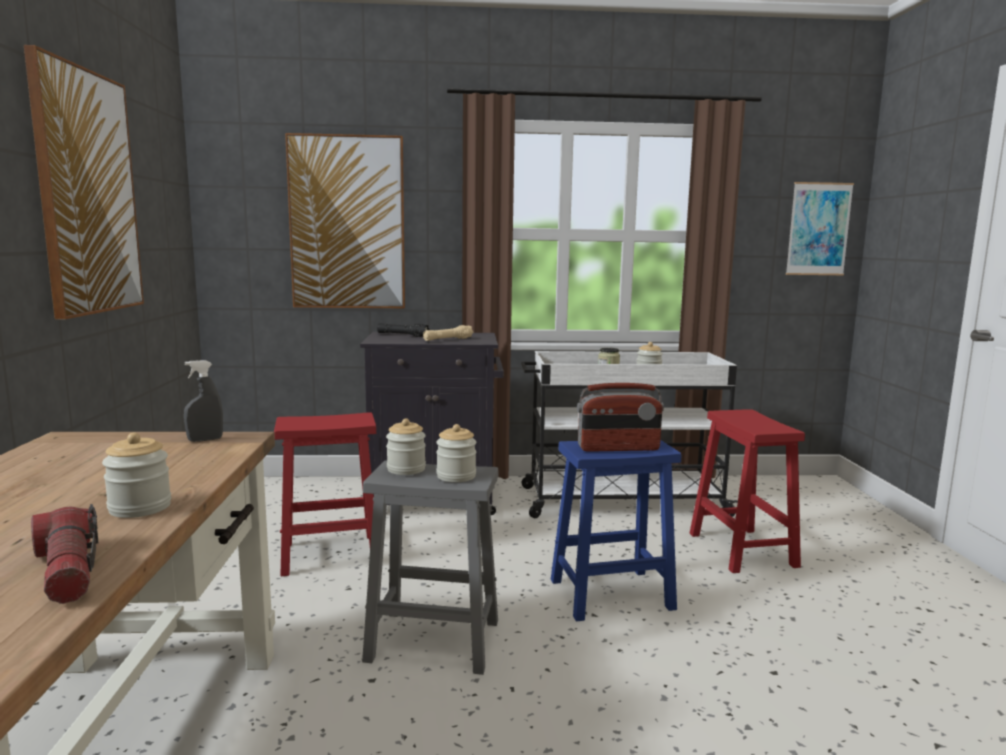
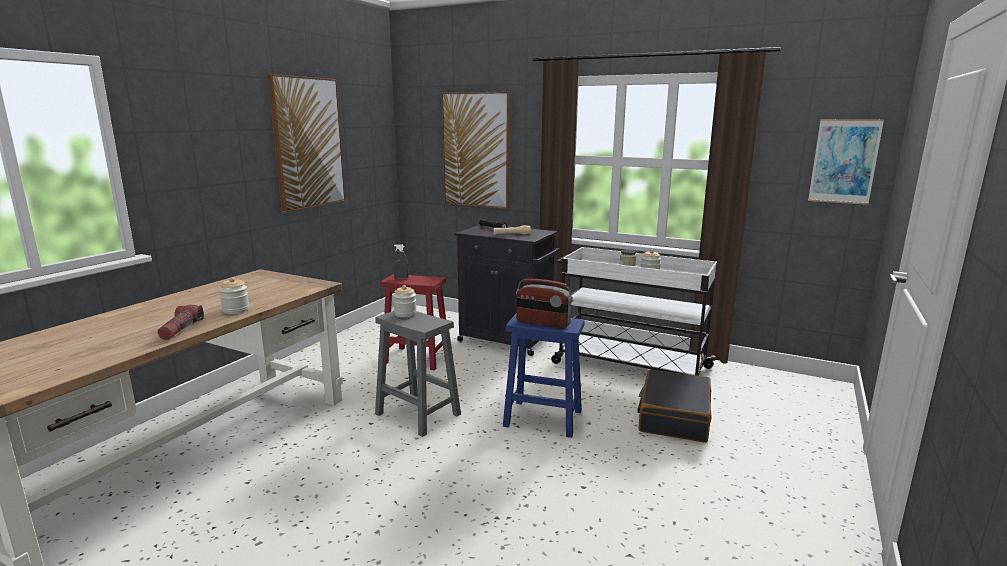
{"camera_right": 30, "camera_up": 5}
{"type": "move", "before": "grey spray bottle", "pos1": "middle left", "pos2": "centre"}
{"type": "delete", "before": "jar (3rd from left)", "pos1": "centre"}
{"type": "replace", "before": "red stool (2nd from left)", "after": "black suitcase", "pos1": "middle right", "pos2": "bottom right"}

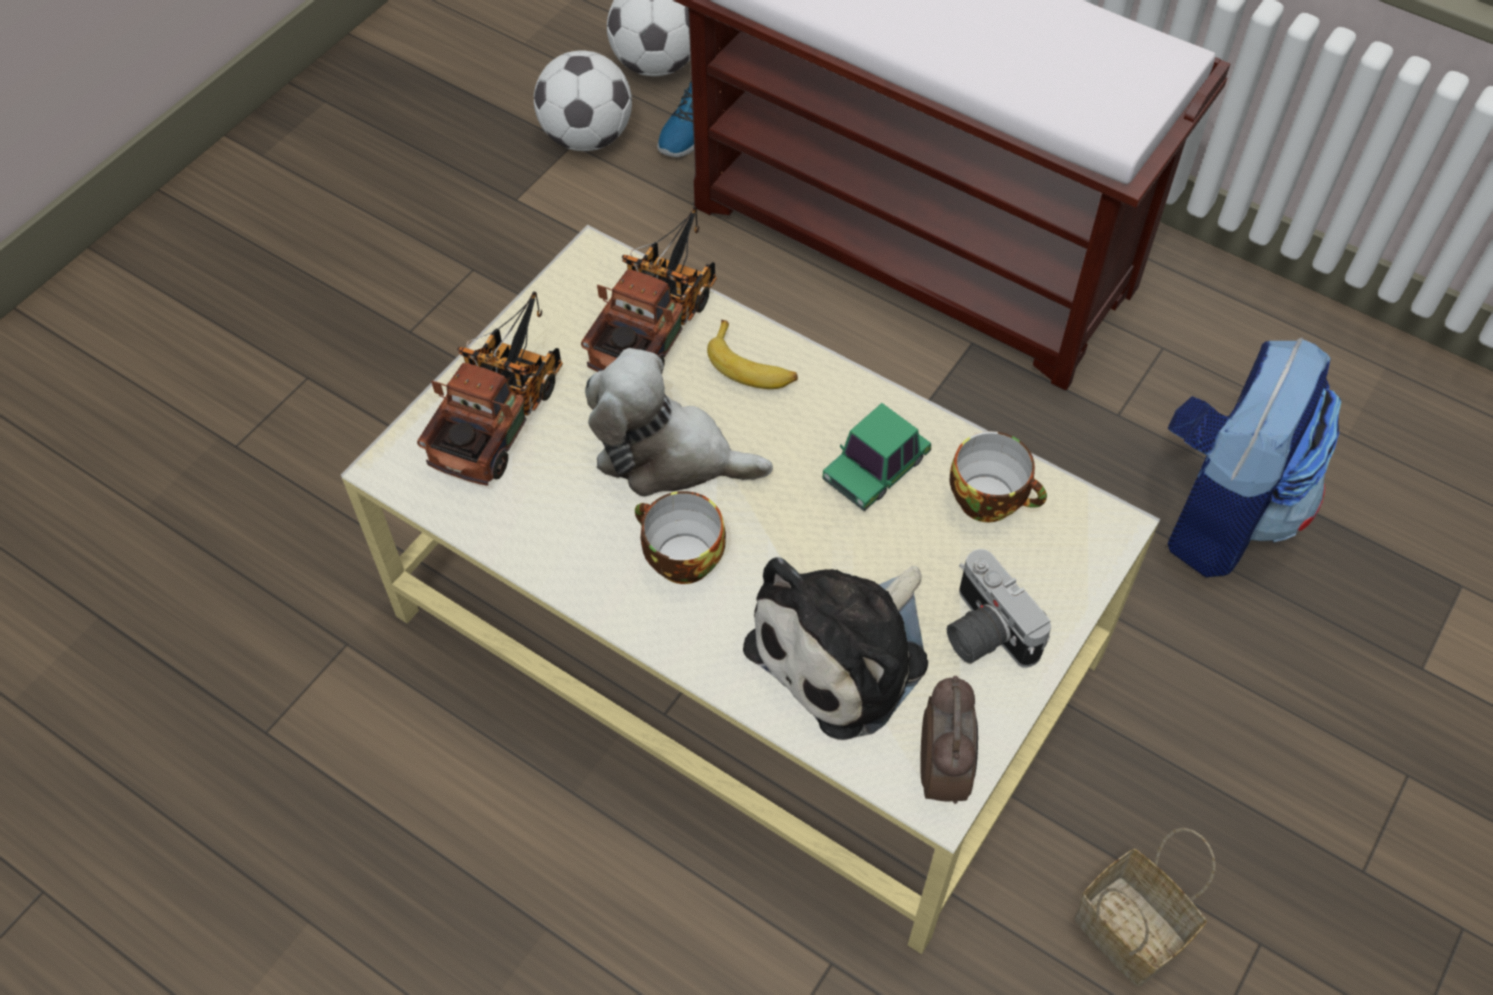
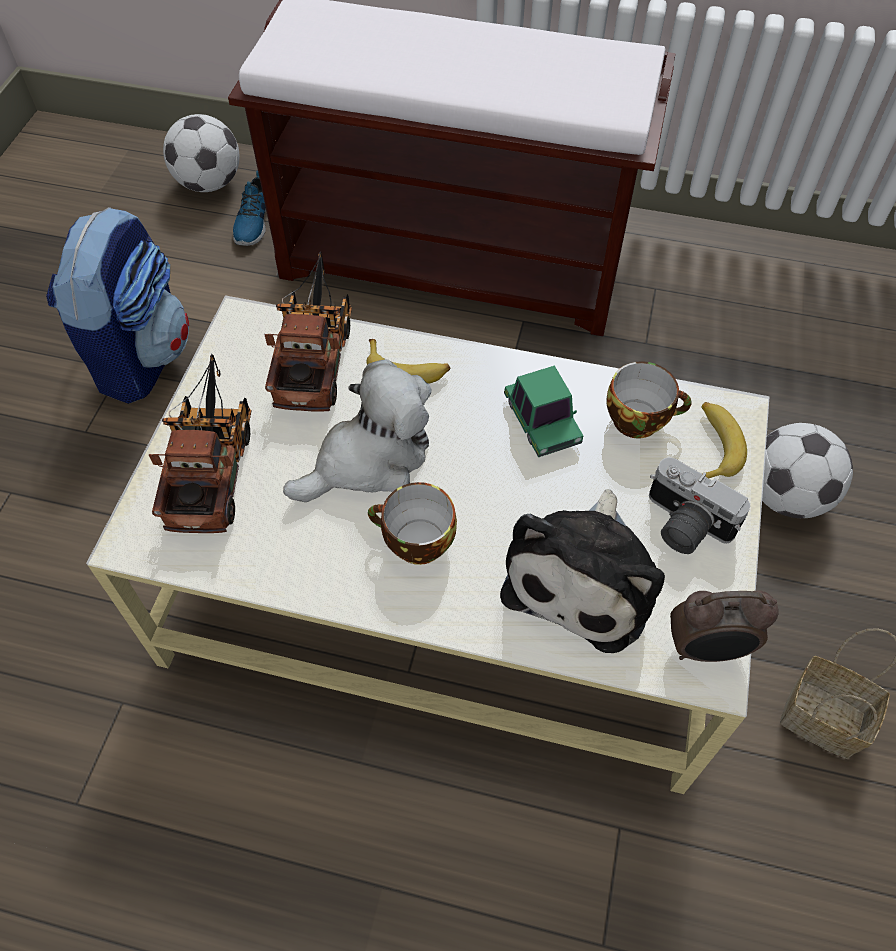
{"camera_right": -20, "camera_up": 0}
{"type": "move", "before": "football (1st from left in the first image)", "after": "football (2nd from left)", "pos1": "top centre", "pos2": "middle right"}
{"type": "rotate", "before": "plush toy (1st from left)", "pos1": "centre", "pos2": "centre", "turn": 150}
{"type": "rotate", "before": "toy car", "pos1": "centre", "pos2": "centre", "turn": -45}
{"type": "rotate", "before": "alarm clock", "pos1": "bottom centre", "pos2": "middle right", "turn": 105}
{"type": "move", "before": "backpack", "pos1": "middle right", "pos2": "top left"}
{"type": "insert", "after": "banana (2nd from left)", "pos2": "middle right"}

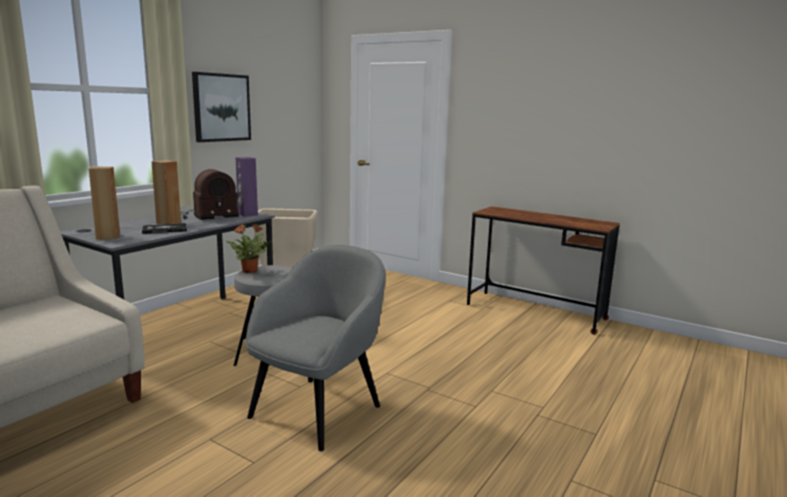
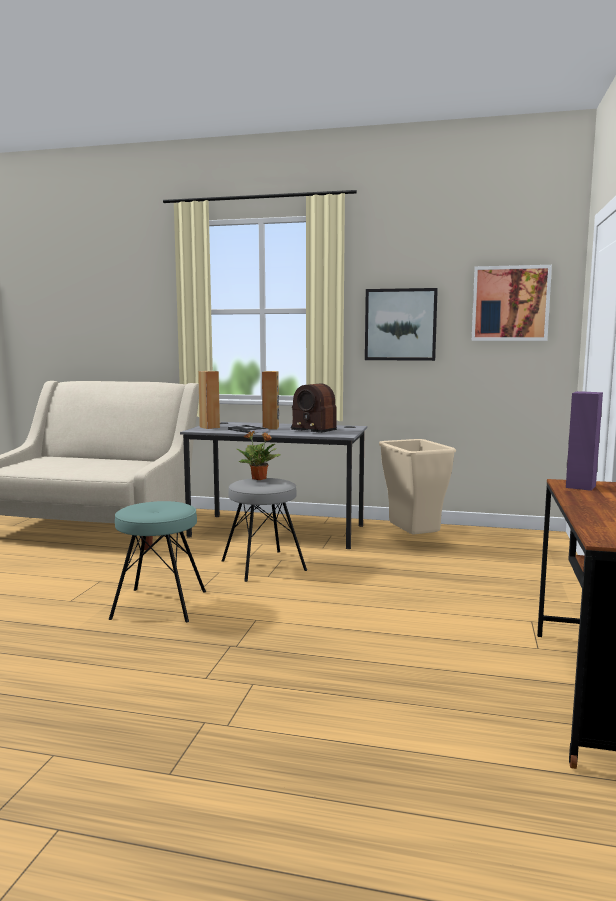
{"camera_right": 70, "camera_up": -5}
{"type": "move", "before": "purple speaker", "pos1": "middle left", "pos2": "middle right"}
{"type": "replace", "before": "grey armchair", "after": "turquoise stool", "pos1": "bottom centre", "pos2": "middle left"}
{"type": "insert", "after": "picture (2nd from left)", "pos2": "middle right"}

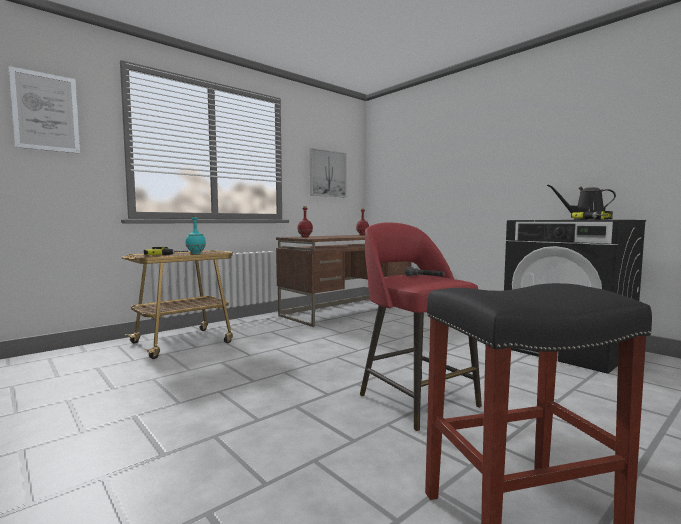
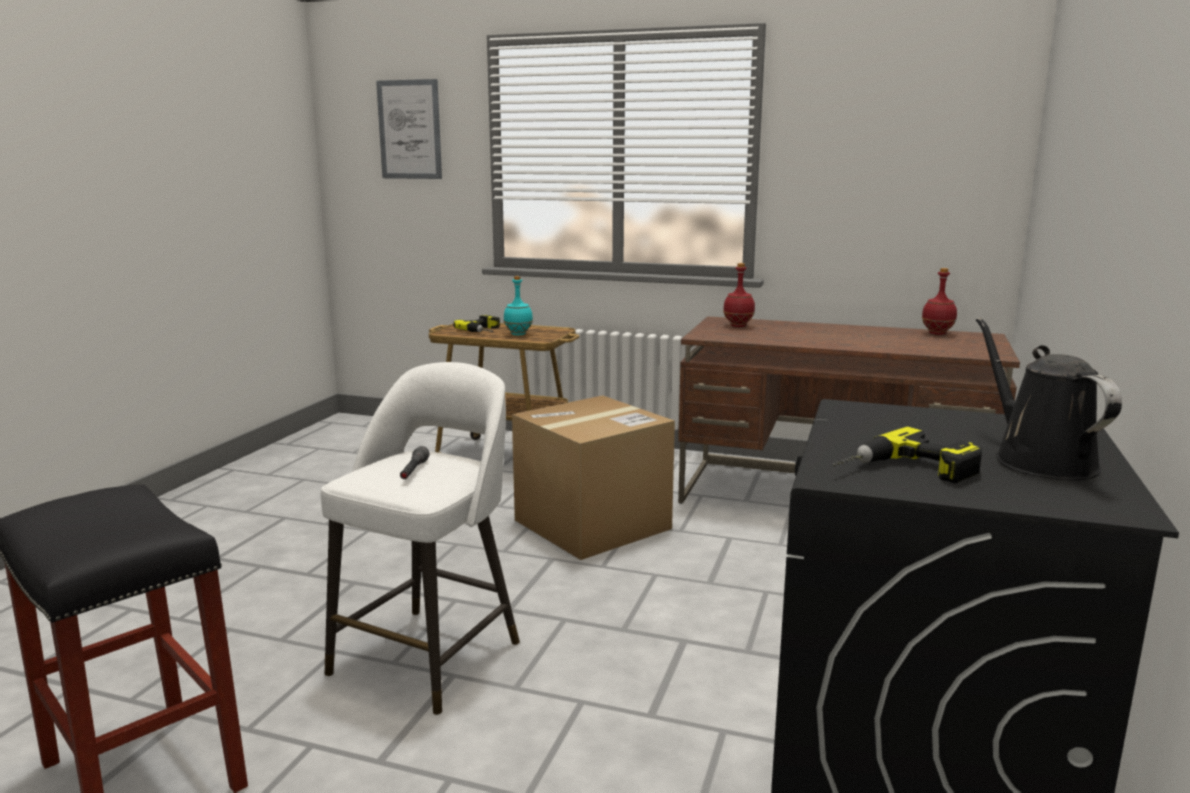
{"camera_right": 60, "camera_up": 10}
{"type": "delete", "before": "picture (2nd from left)", "pos1": "top centre"}
{"type": "recolor", "before": "red stool", "after": "white stool", "pos1": "centre", "pos2": "bottom centre"}
{"type": "insert", "after": "cardboard box", "pos2": "centre"}

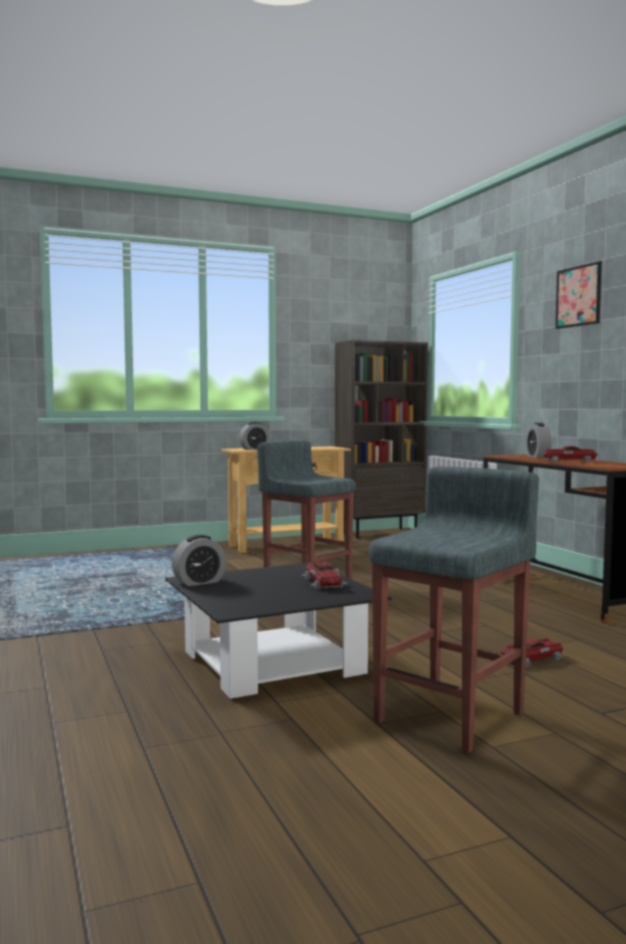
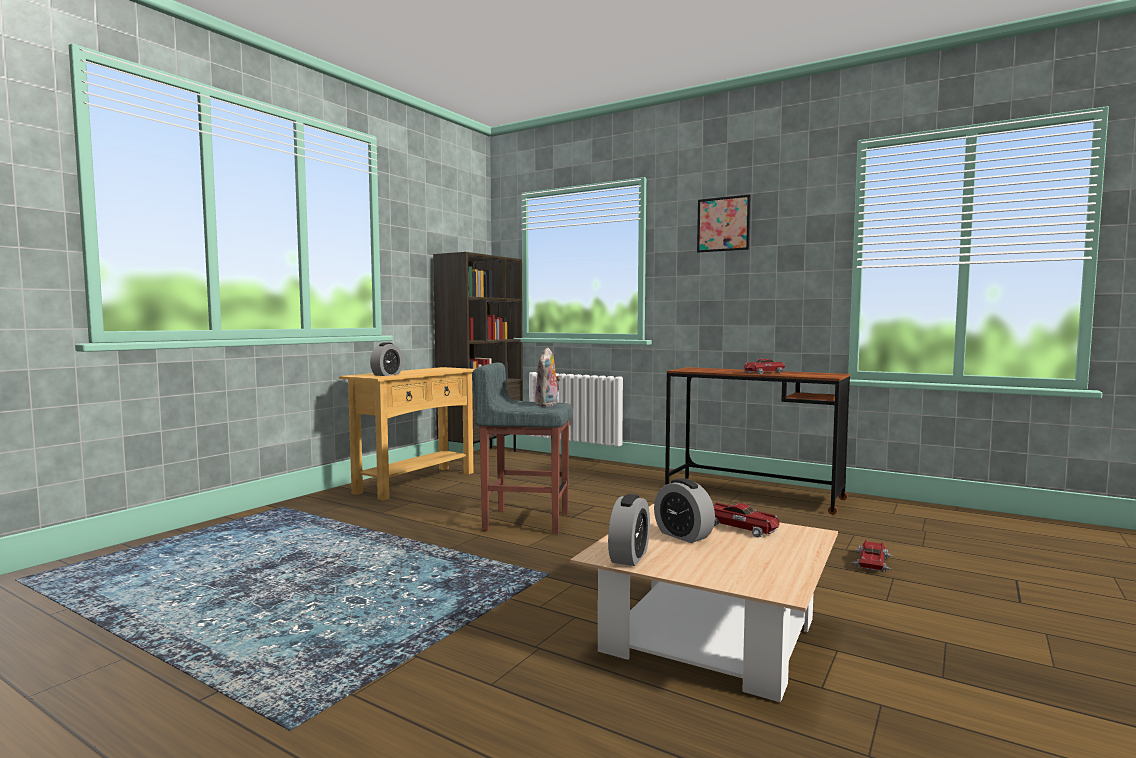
{"camera_right": -35, "camera_up": 0}
{"type": "recolor", "before": "black coffee table", "after": "beige coffee table", "pos1": "bottom centre", "pos2": "bottom centre"}
{"type": "delete", "before": "grey stool (2nd from left)", "pos1": "middle right"}
{"type": "move", "before": "alarm clock (3rd from left)", "pos1": "middle right", "pos2": "bottom centre"}
{"type": "insert", "after": "plush toy", "pos2": "centre"}

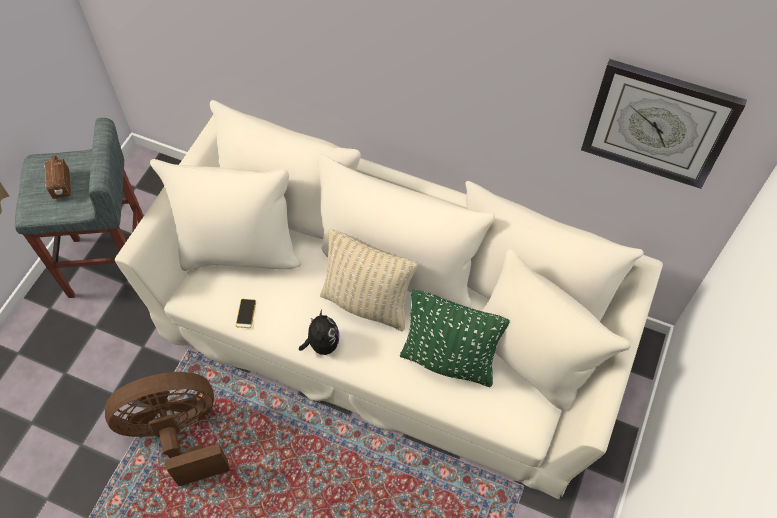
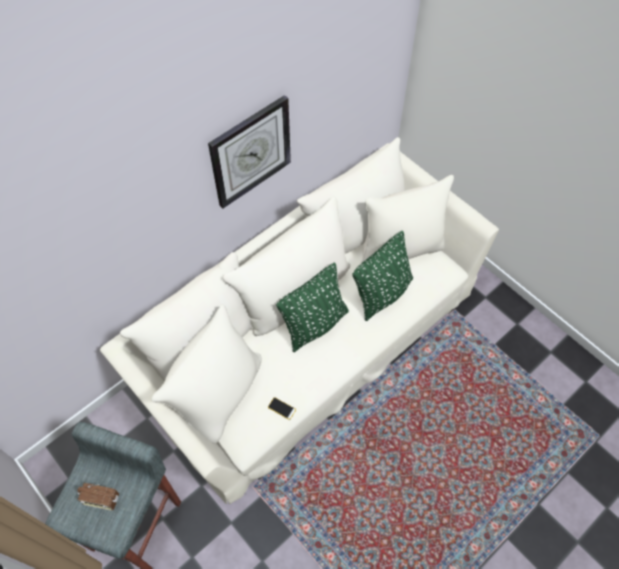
{"camera_right": -65, "camera_up": 0}
{"type": "delete", "before": "brown fan", "pos1": "bottom left"}
{"type": "delete", "before": "plush toy", "pos1": "centre"}
{"type": "recolor", "before": "beige pillow", "after": "green pillow (1st from left)", "pos1": "centre", "pos2": "centre"}
{"type": "move", "before": "wall clock", "pos1": "top right", "pos2": "top centre"}

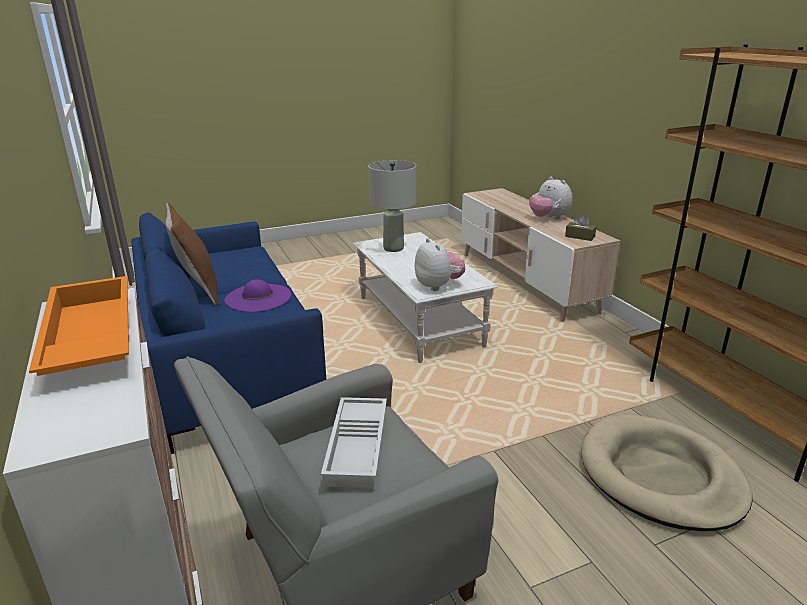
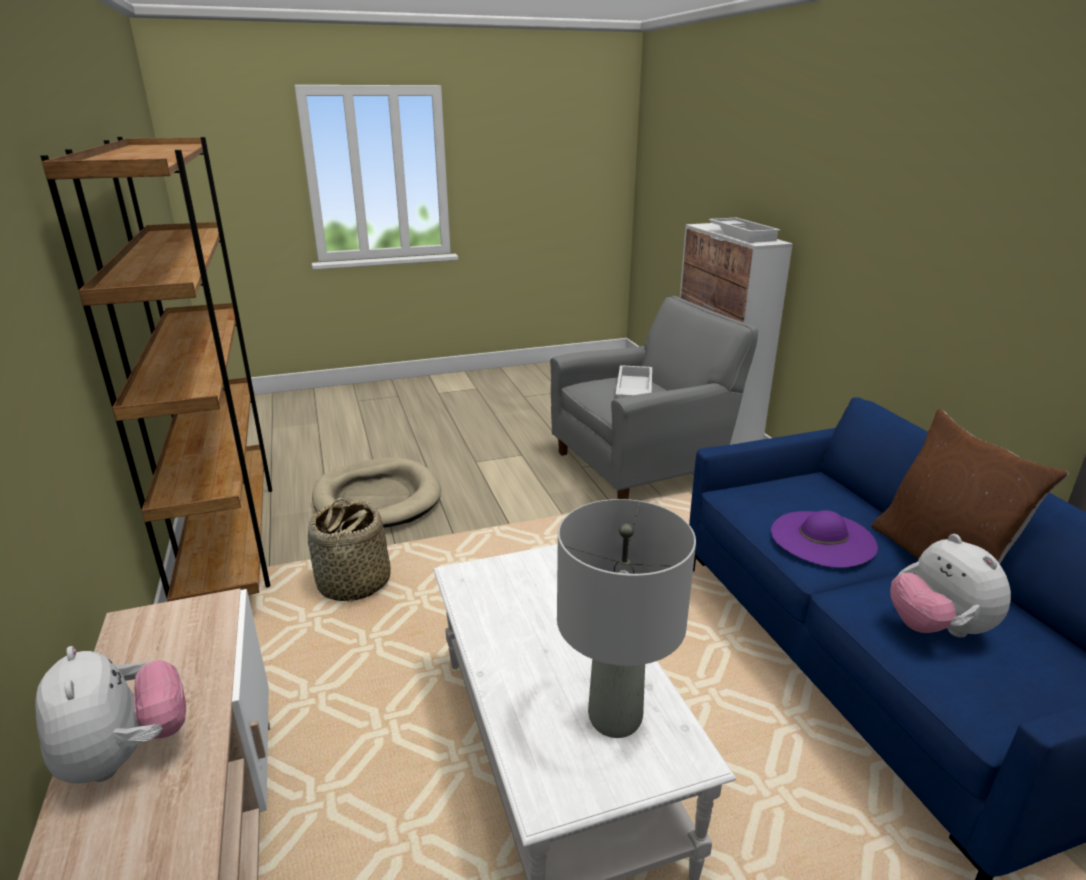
{"camera_right": -175, "camera_up": 0}
{"type": "recolor", "before": "orange tray", "after": "white tray (2nd from left)", "pos1": "middle left", "pos2": "top right"}
{"type": "move", "before": "plush toy (1st from left in the first image)", "after": "plush toy (2nd from left)", "pos1": "centre", "pos2": "middle right"}
{"type": "delete", "before": "brown tissue box", "pos1": "middle right"}
{"type": "insert", "after": "basket", "pos2": "middle left"}

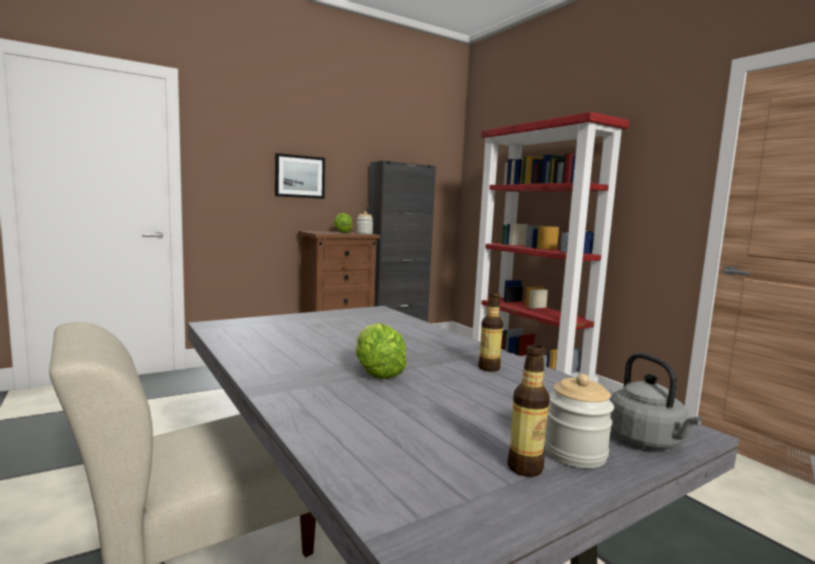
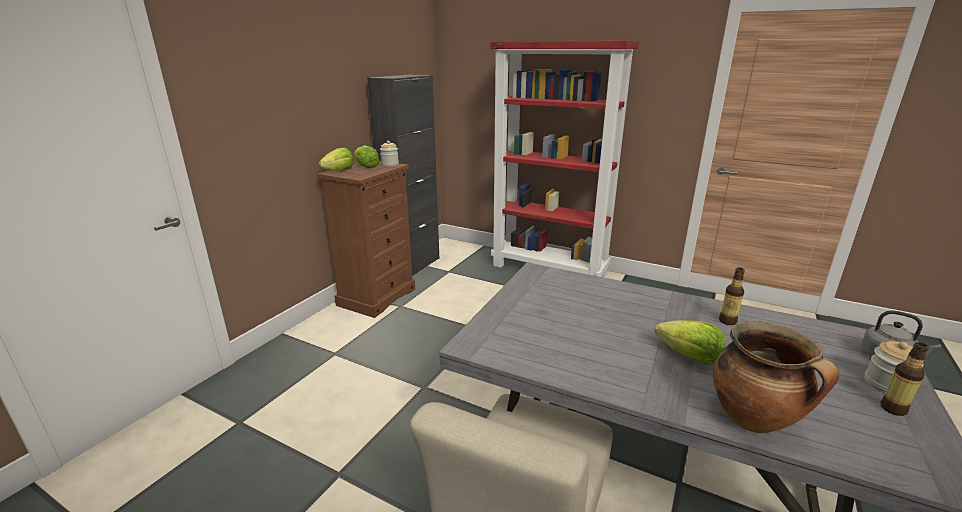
{"camera_right": -30, "camera_up": 15}
{"type": "delete", "before": "picture", "pos1": "top centre"}
{"type": "insert", "after": "lettuce (1st from left)", "pos2": "top centre"}
{"type": "insert", "after": "cooking pot", "pos2": "bottom right"}

